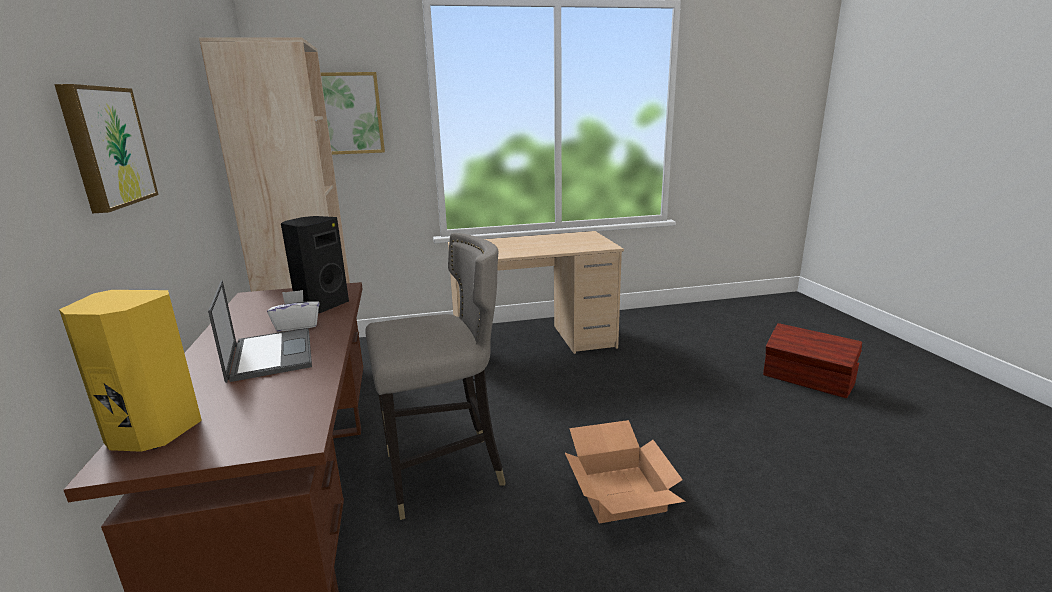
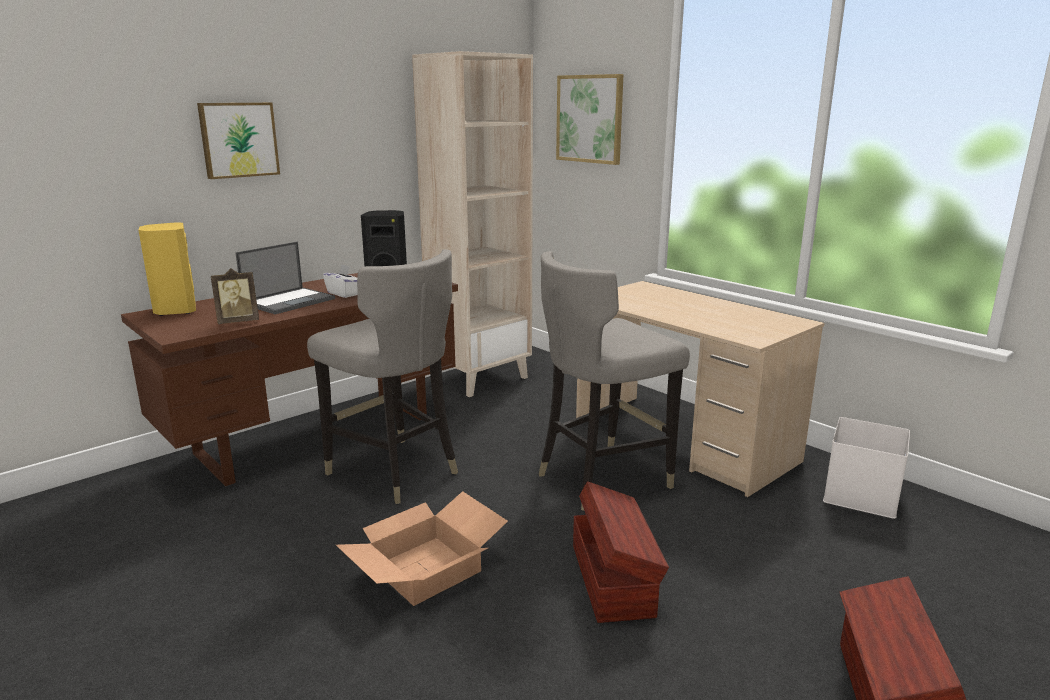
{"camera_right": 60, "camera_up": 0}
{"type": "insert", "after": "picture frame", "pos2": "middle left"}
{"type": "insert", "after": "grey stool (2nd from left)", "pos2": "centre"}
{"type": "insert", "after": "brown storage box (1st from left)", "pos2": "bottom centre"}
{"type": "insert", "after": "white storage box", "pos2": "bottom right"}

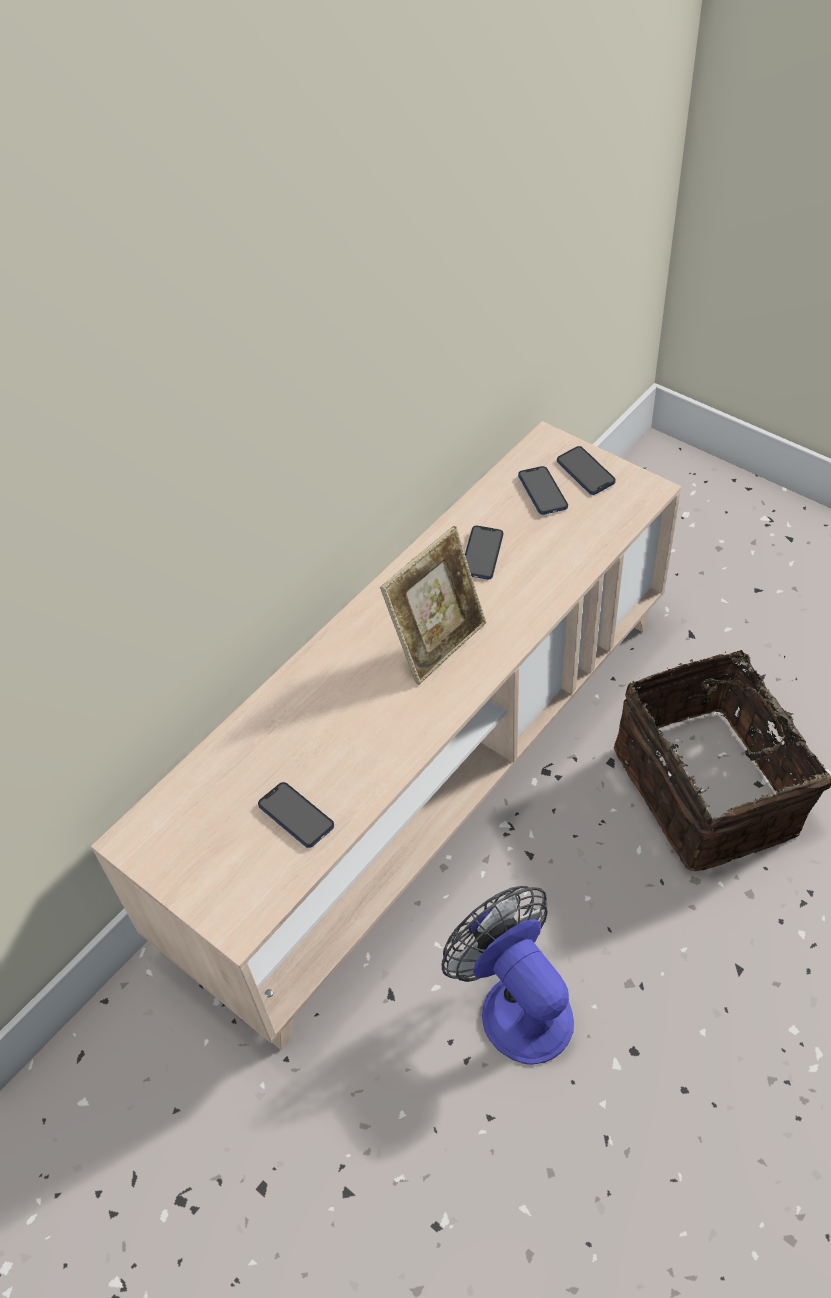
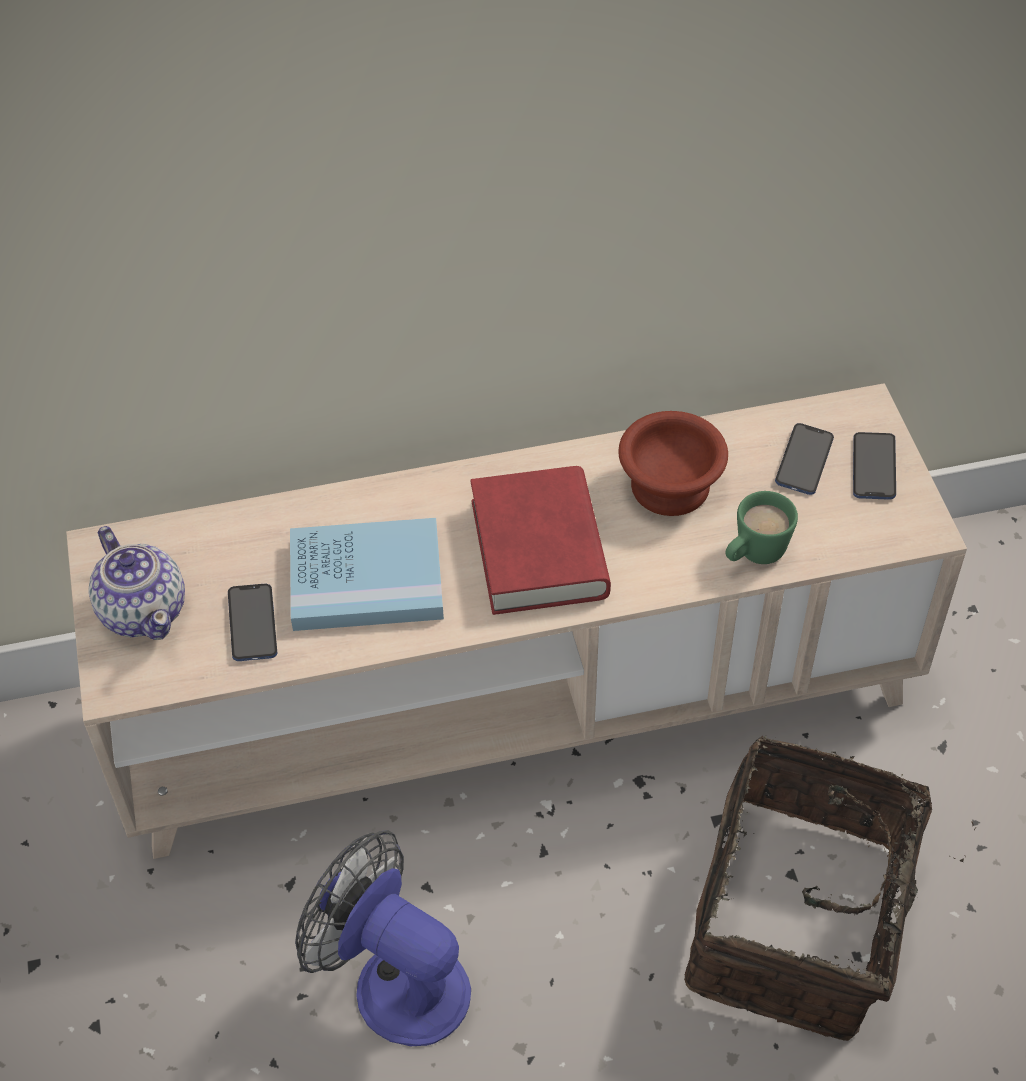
{"camera_right": 35, "camera_up": 0}
{"type": "replace", "before": "picture frame", "after": "red book", "pos1": "centre", "pos2": "centre"}
{"type": "rotate", "before": "fan", "pos1": "bottom centre", "pos2": "bottom centre", "turn": -60}
{"type": "replace", "before": "phone (2nd from left)", "after": "brown bowl", "pos1": "centre", "pos2": "centre"}
{"type": "insert", "after": "teapot", "pos2": "middle left"}
{"type": "insert", "after": "blue book", "pos2": "centre"}
{"type": "insert", "after": "green mug", "pos2": "middle right"}

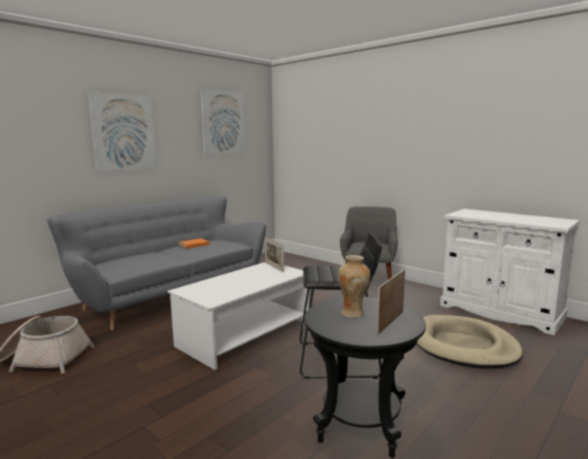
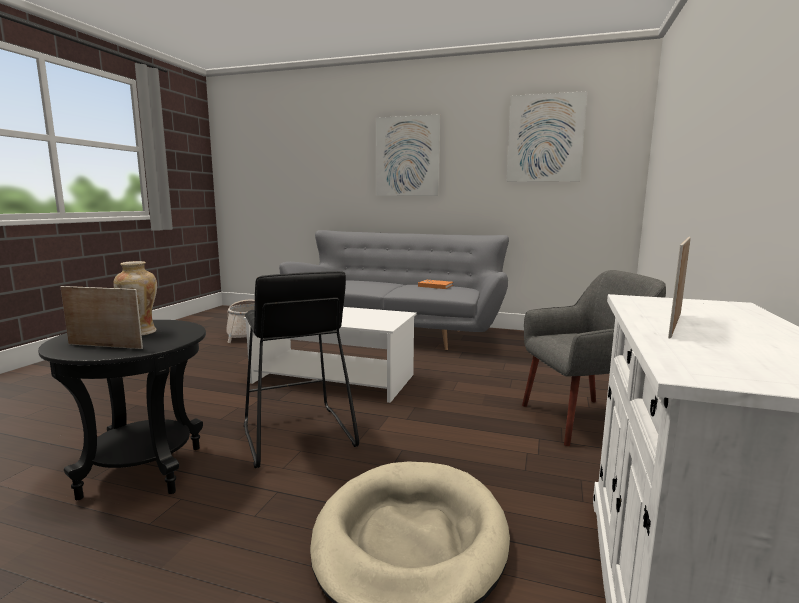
{"camera_right": 65, "camera_up": 0}
{"type": "move", "before": "picture frame (1st from left in the first image)", "after": "picture frame (2nd from left)", "pos1": "centre", "pos2": "middle right"}

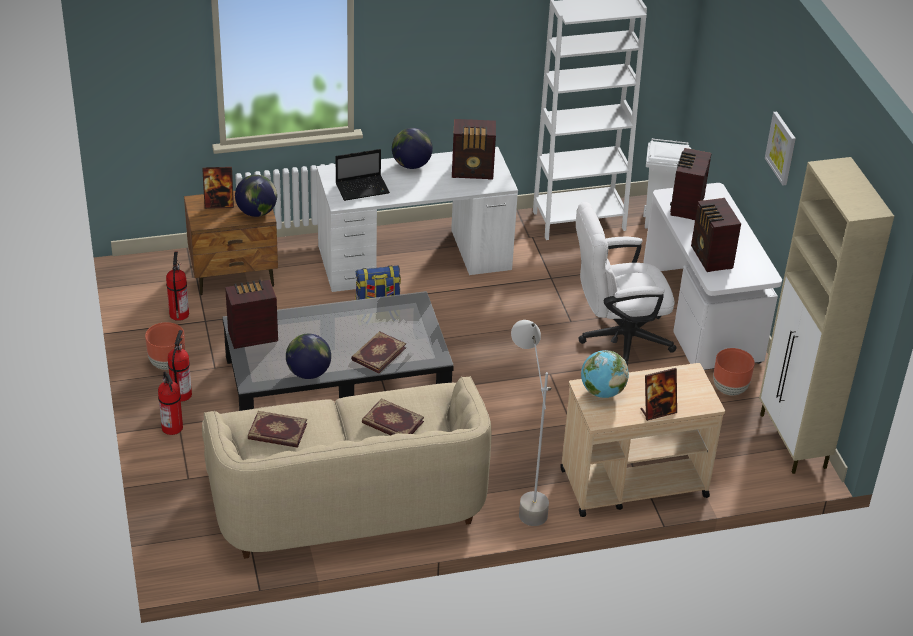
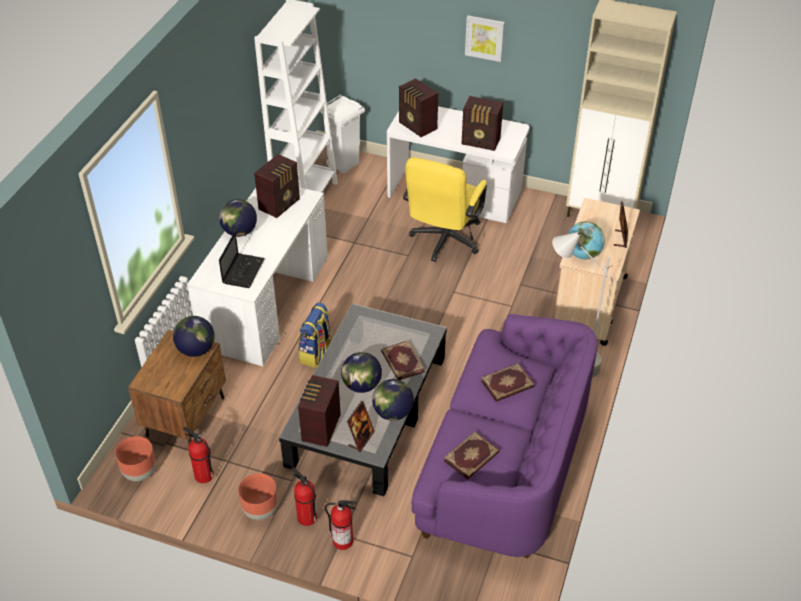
{"camera_right": -55, "camera_up": 5}
{"type": "move", "before": "picture frame (1st from left)", "pos1": "top left", "pos2": "bottom centre"}
{"type": "recolor", "before": "beige sofa", "after": "purple sofa", "pos1": "bottom centre", "pos2": "bottom centre"}
{"type": "recolor", "before": "white office chair", "after": "yellow office chair", "pos1": "middle right", "pos2": "centre"}
{"type": "move", "before": "brown planter (2nd from left in the first image)", "after": "brown planter (1st from left)", "pos1": "middle right", "pos2": "bottom left"}
{"type": "insert", "after": "globe (3rd from left)", "pos2": "centre"}

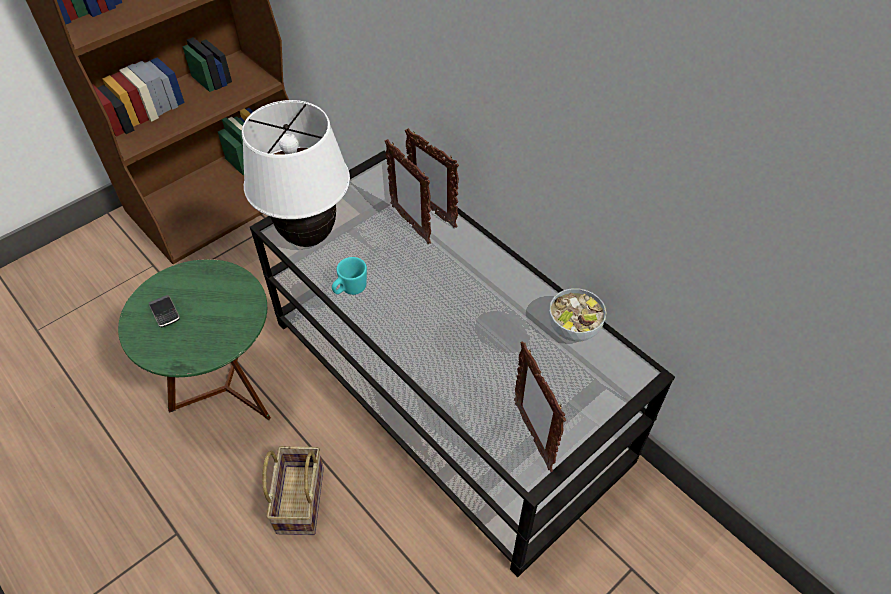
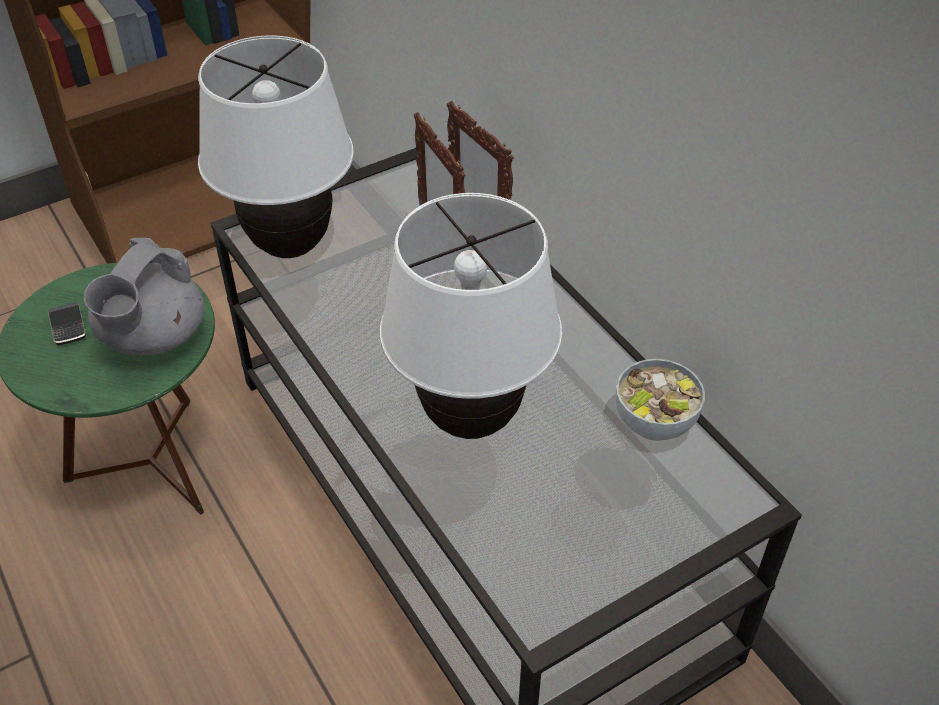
{"camera_right": 10, "camera_up": -5}
{"type": "delete", "before": "basket", "pos1": "bottom left"}
{"type": "delete", "before": "turquoise mug", "pos1": "centre"}
{"type": "delete", "before": "picture frame (3rd from left)", "pos1": "bottom centre"}
{"type": "insert", "after": "grey teapot", "pos2": "middle left"}
{"type": "insert", "after": "white table lamp (2nd from left)", "pos2": "centre"}

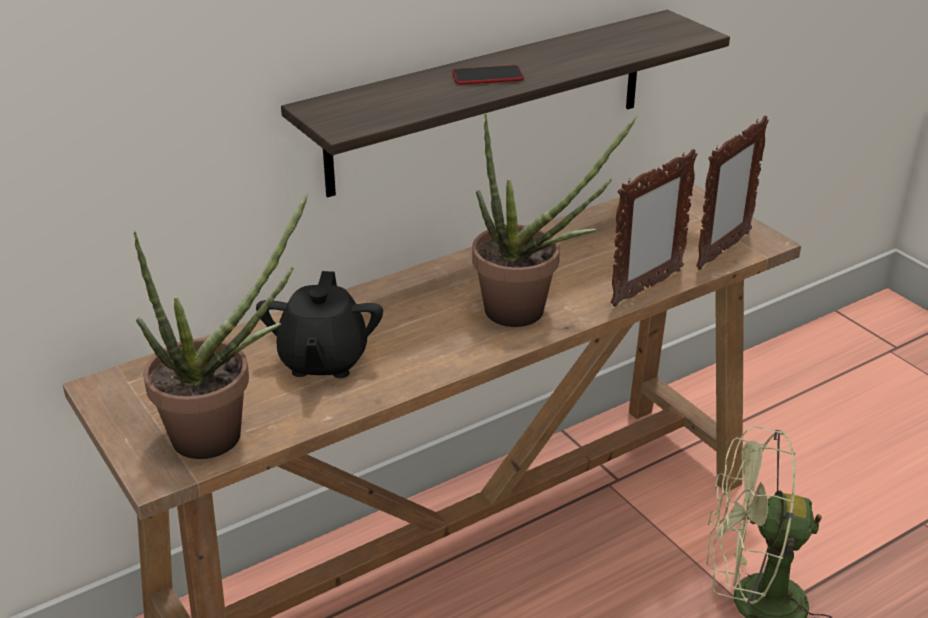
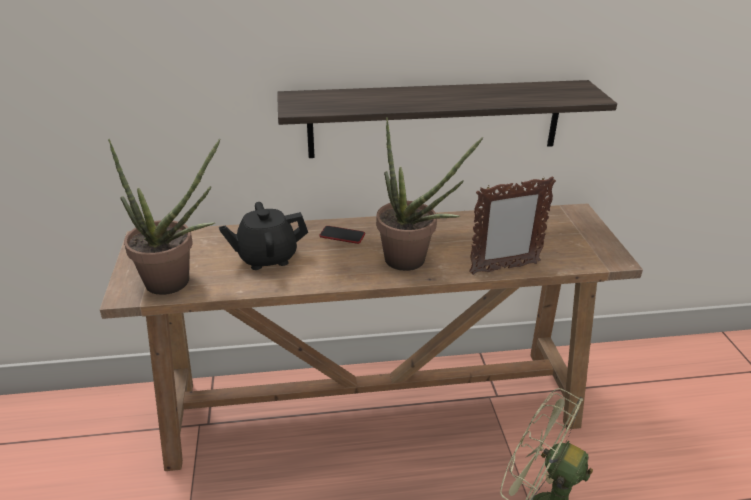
{"camera_right": 25, "camera_up": 0}
{"type": "rotate", "before": "black teapot", "pos1": "centre", "pos2": "centre", "turn": 45}
{"type": "move", "before": "phone", "pos1": "top centre", "pos2": "centre"}
{"type": "delete", "before": "picture frame (2nd from left)", "pos1": "top right"}

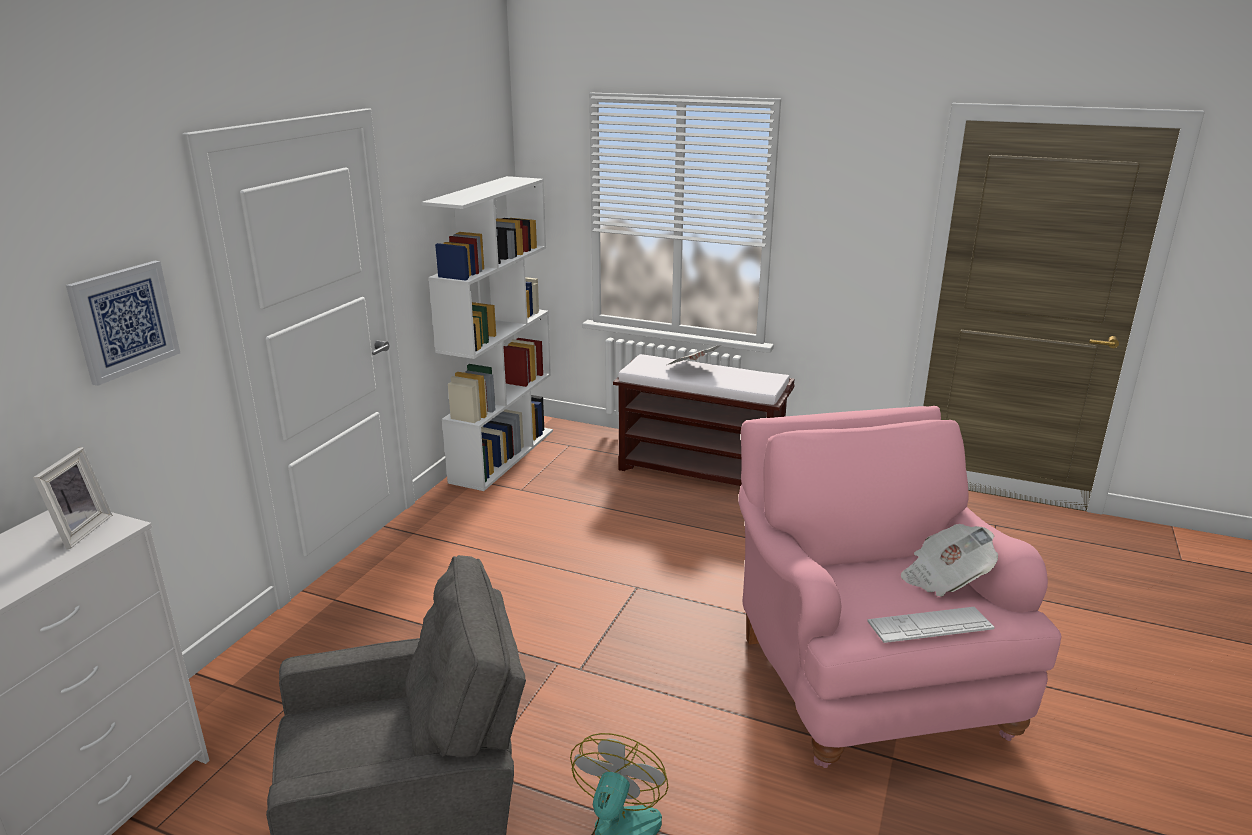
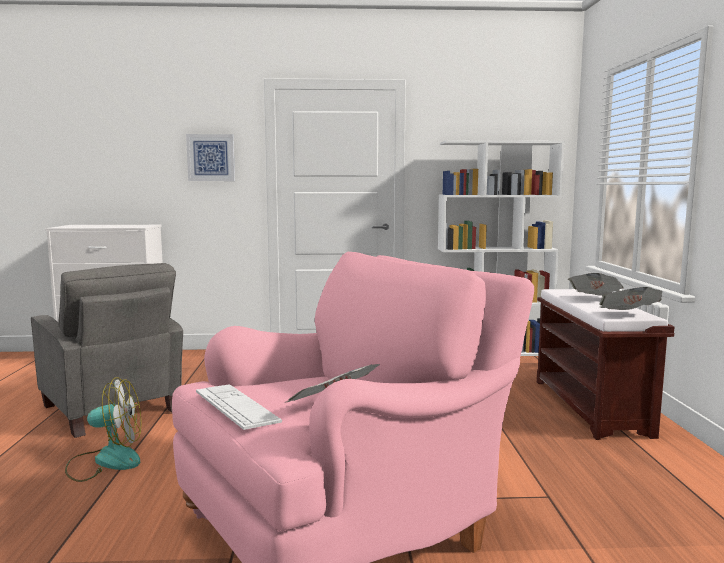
{"camera_right": 65, "camera_up": -15}
{"type": "delete", "before": "picture frame", "pos1": "middle left"}
{"type": "insert", "after": "newspaper (3rd from left)", "pos2": "middle right"}

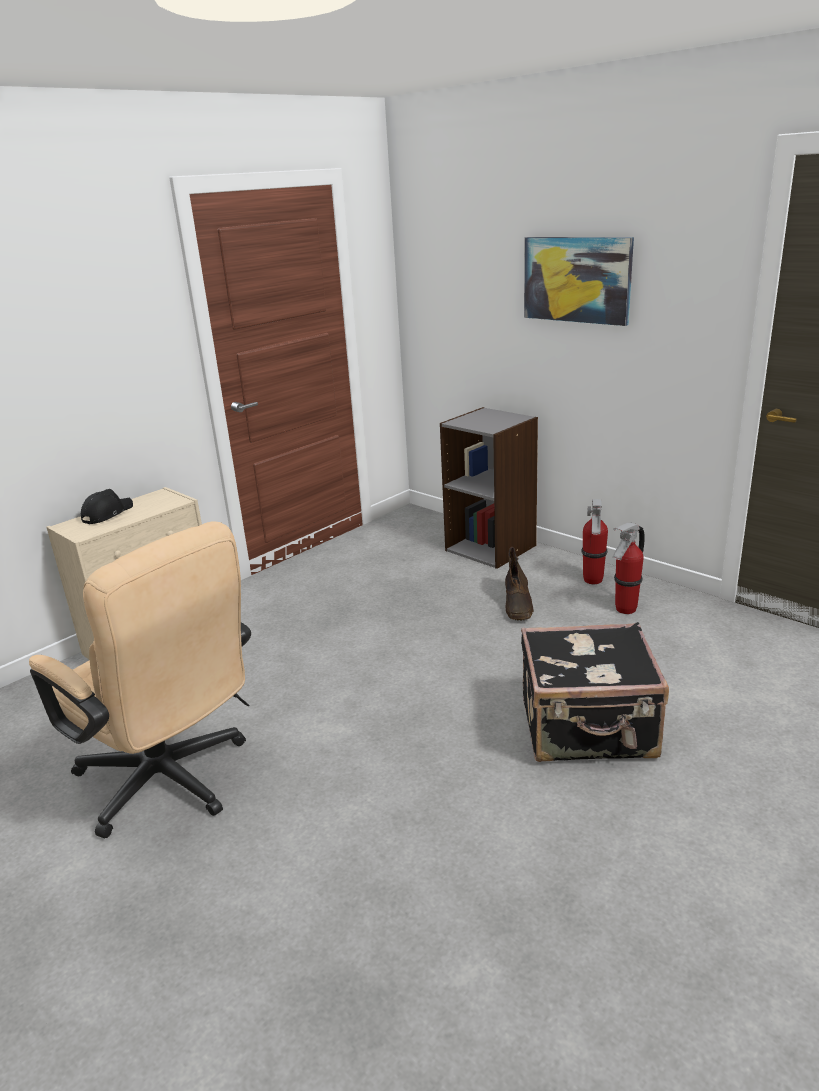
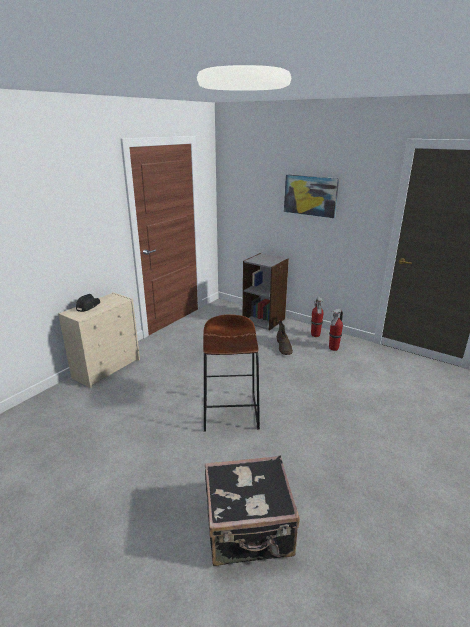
{"camera_right": -10, "camera_up": 0}
{"type": "delete", "before": "beige office chair", "pos1": "middle left"}
{"type": "move", "before": "black suitcase", "pos1": "middle right", "pos2": "bottom centre"}
{"type": "insert", "after": "brown stool", "pos2": "centre"}

